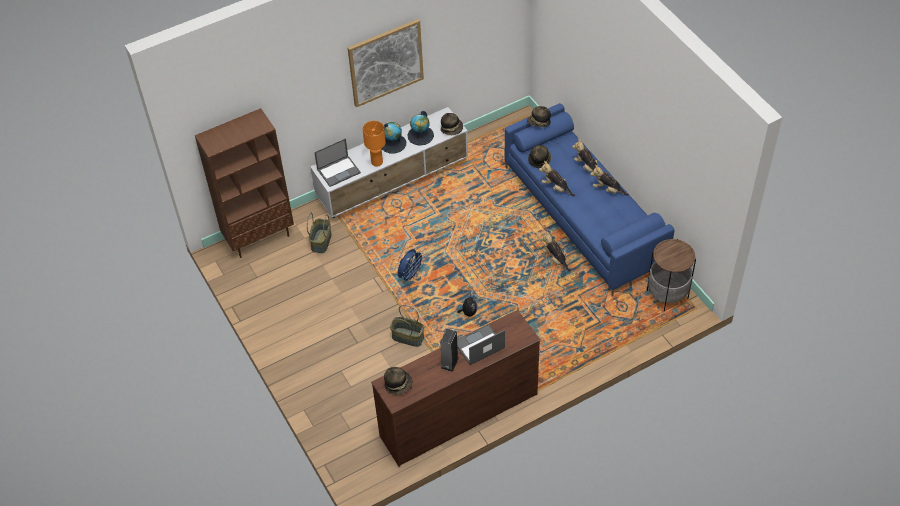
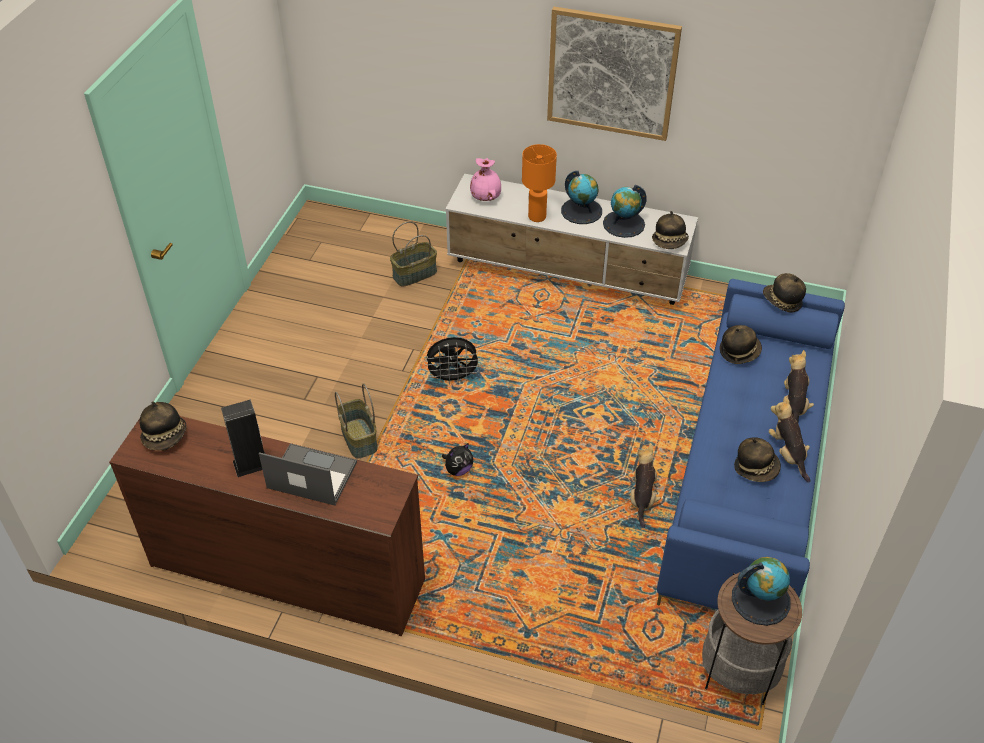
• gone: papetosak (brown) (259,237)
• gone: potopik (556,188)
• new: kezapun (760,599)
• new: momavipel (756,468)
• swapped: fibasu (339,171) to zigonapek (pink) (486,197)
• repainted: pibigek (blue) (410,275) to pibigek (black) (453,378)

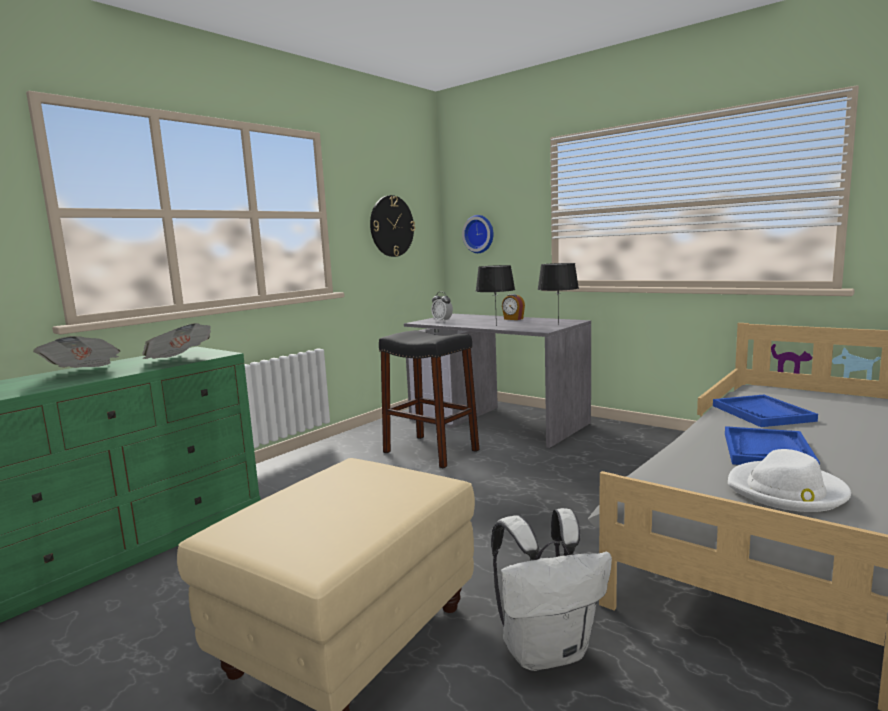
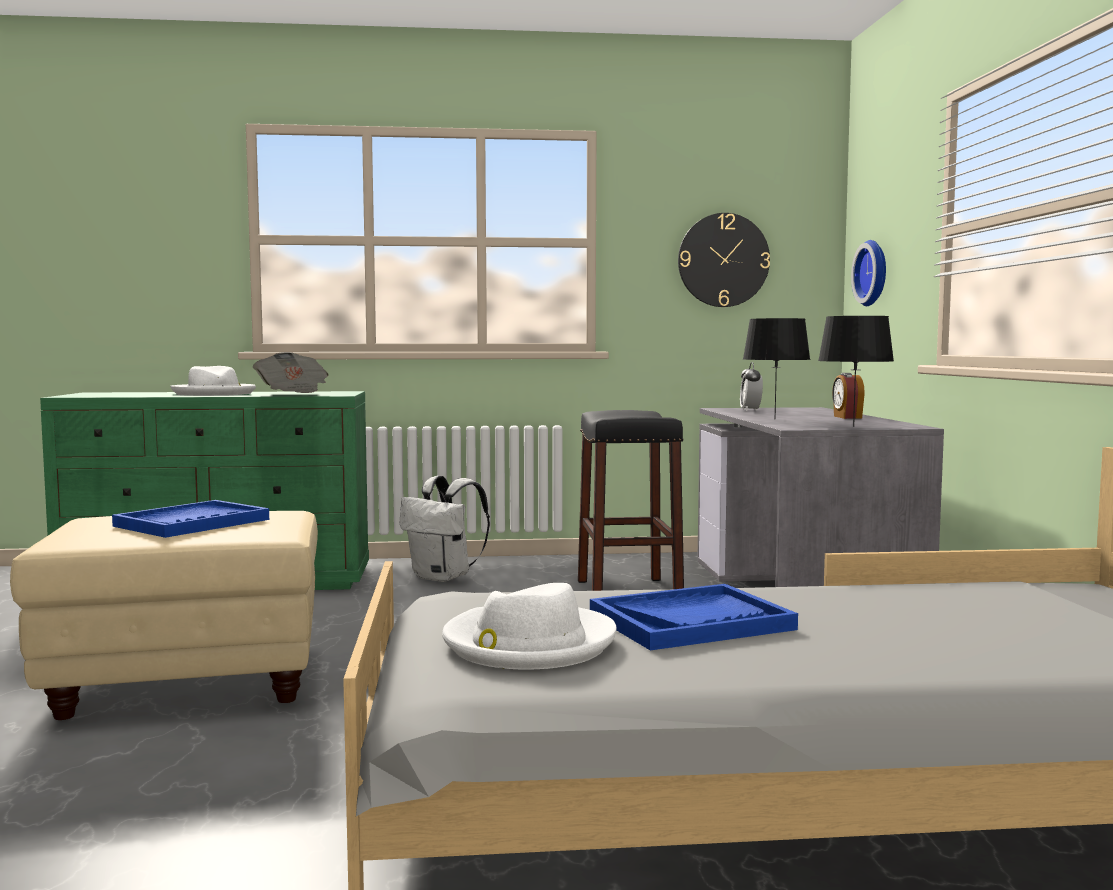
• shifted: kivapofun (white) (547,650) to (444,577)
• shifted: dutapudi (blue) (762,413) to (192,523)
• swapped: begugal (84,373) to momavipel (white) (214,393)

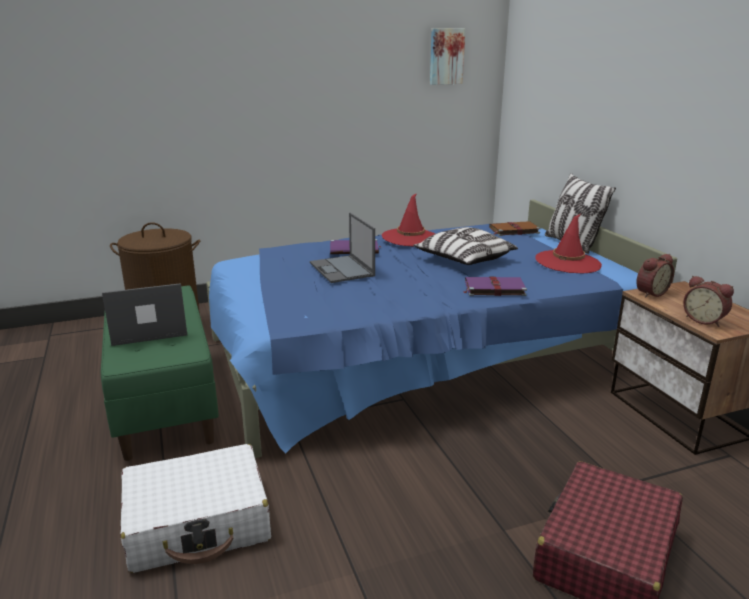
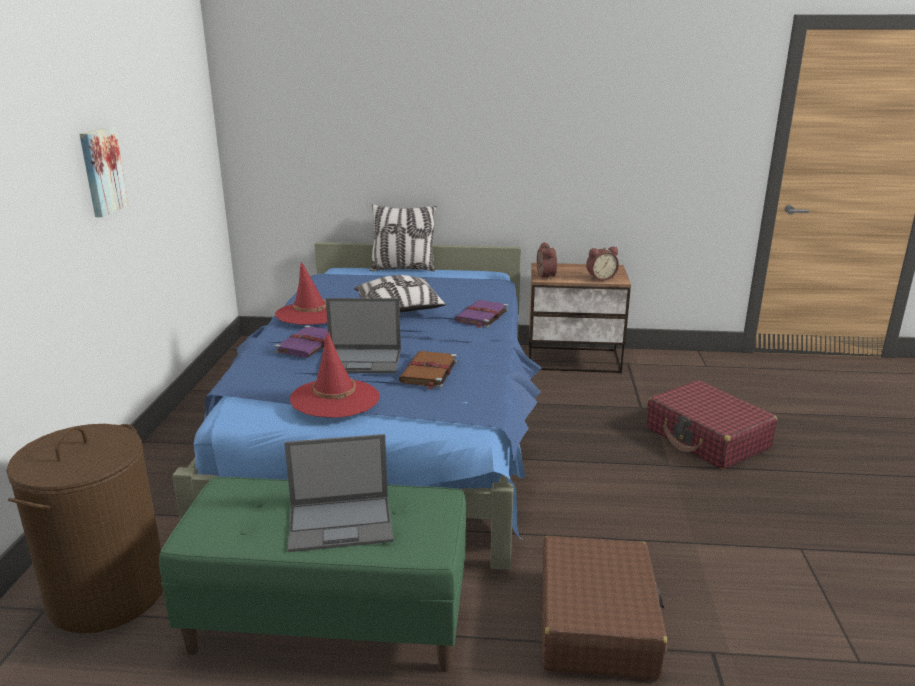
• shifted: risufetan (446,56) to (101,171)
• shifted: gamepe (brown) (513,230) to (428,372)
• shifted: momavipel (red) (568,262) to (335,398)
• repainted: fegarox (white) (198,523) to fegarox (brown) (597,622)
• rotated: fibasu (148,330) = (342,523) 105 degrees counterclockwise

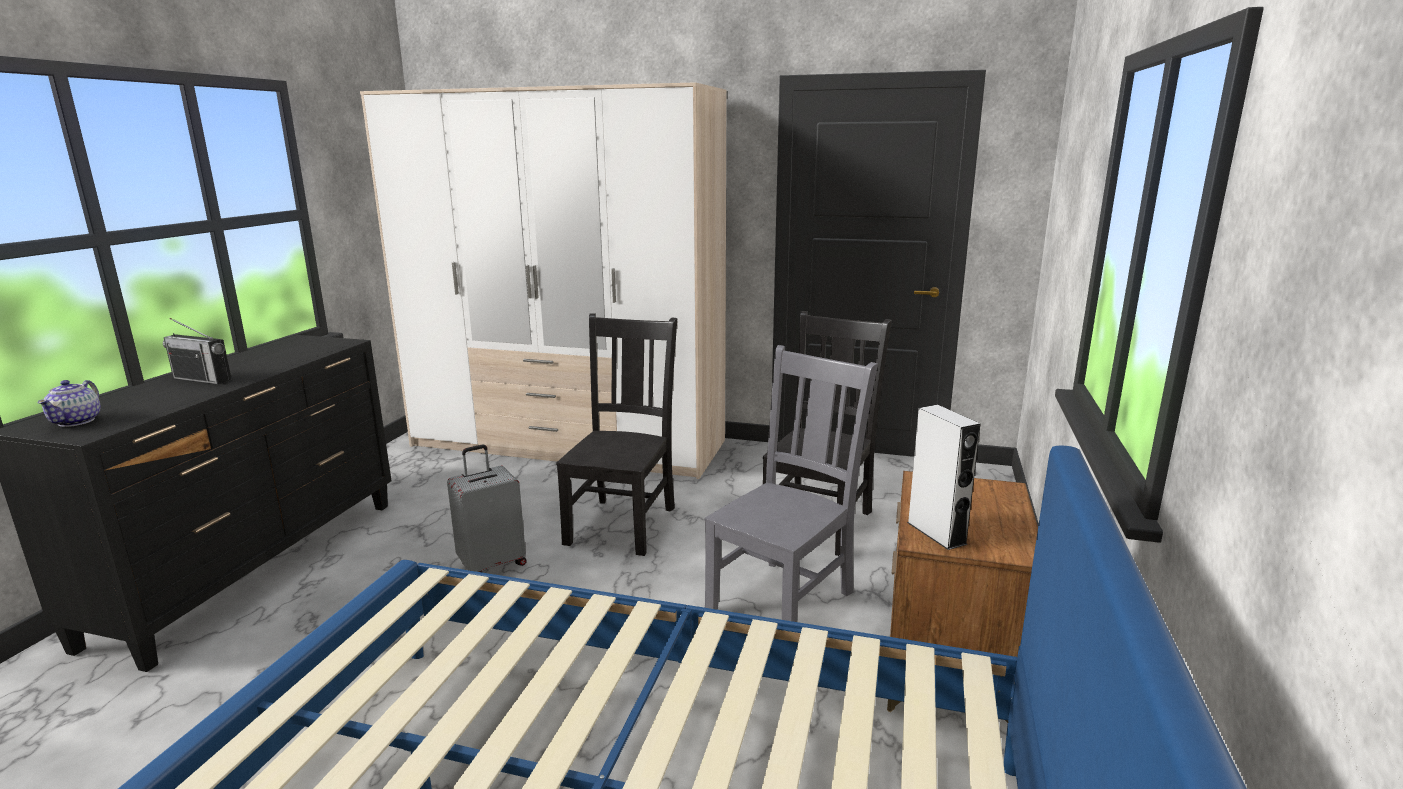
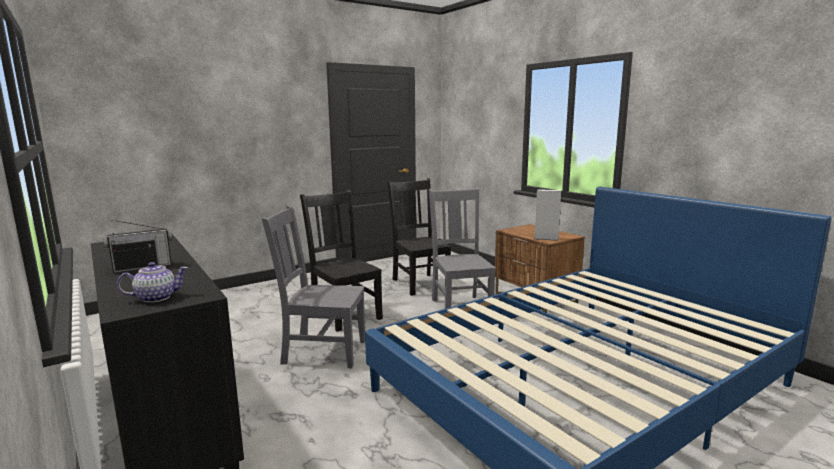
• gone: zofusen (568,444)
• swapped: fegarox (grey) (492,564) to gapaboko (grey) (321,351)
• rotated: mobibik (77,421) = (156,297) 60 degrees counterclockwise

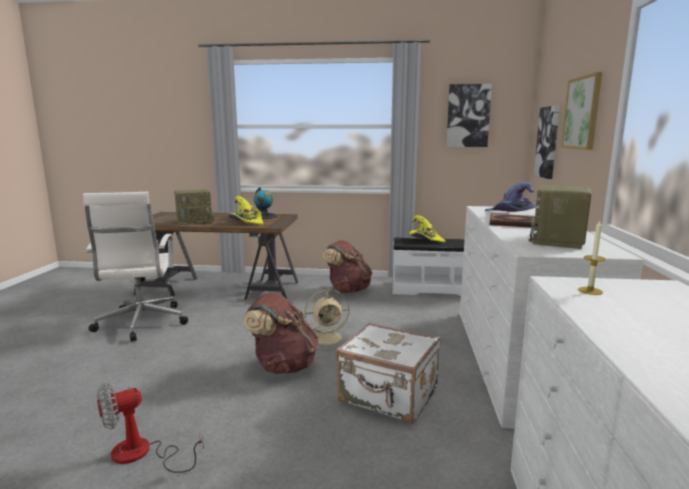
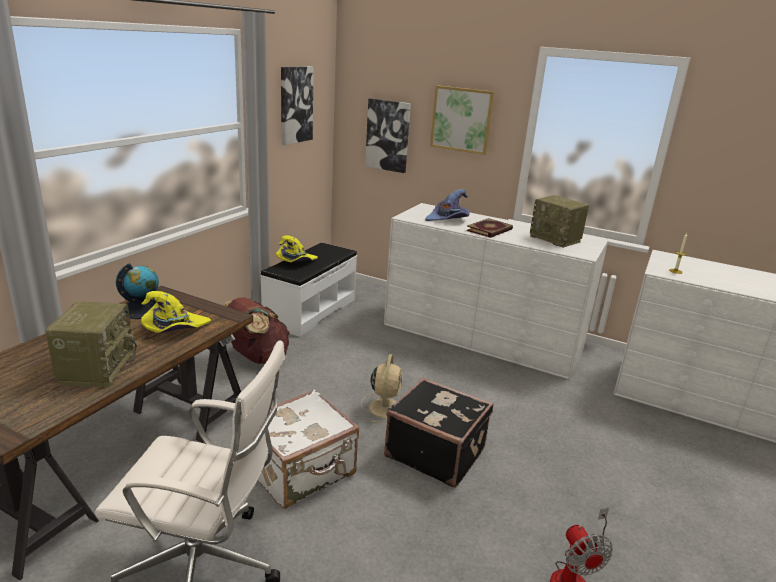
• shifted: fegarox (white) (388,396) to (301,472)
• swapped: kivapofun (brown) (283,366) to fegarox (black) (435,452)

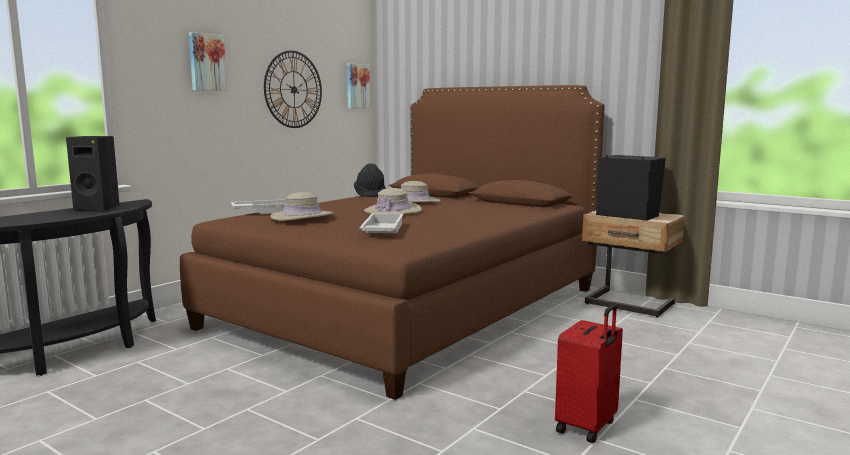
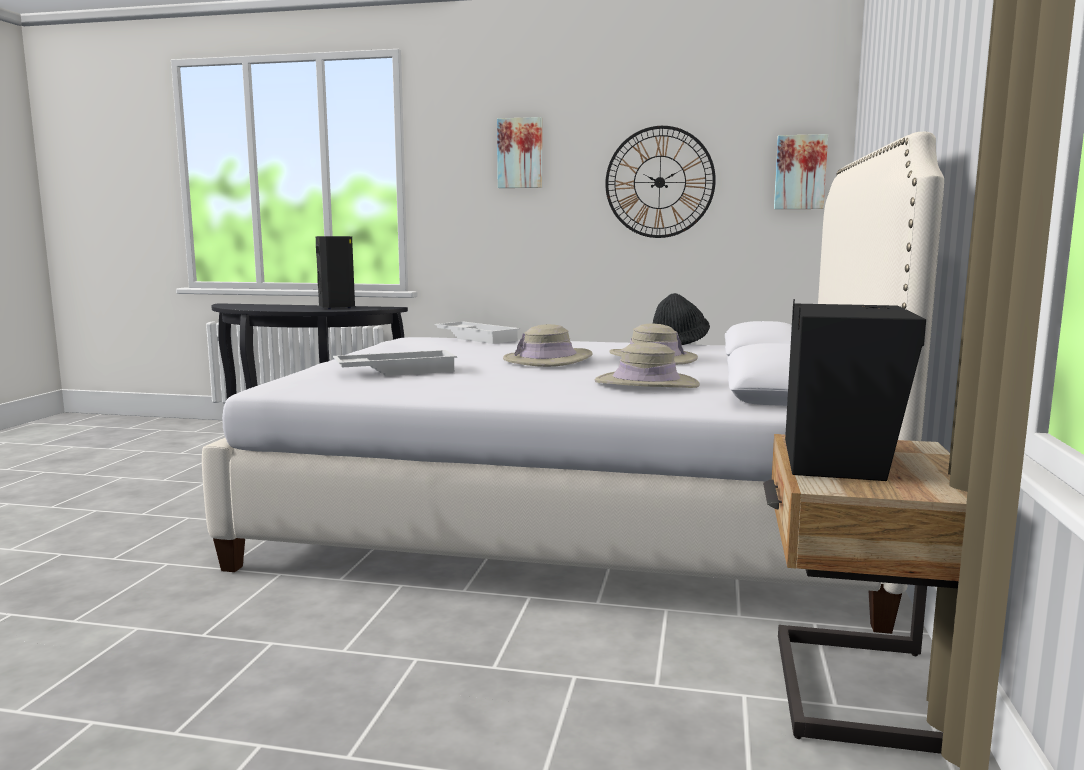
• gone: fegarox (red) (587,427)
• shifted: momavipel (beige) (302,216) to (646,384)
• repainted: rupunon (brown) (409,307) to rupunon (white) (573,517)

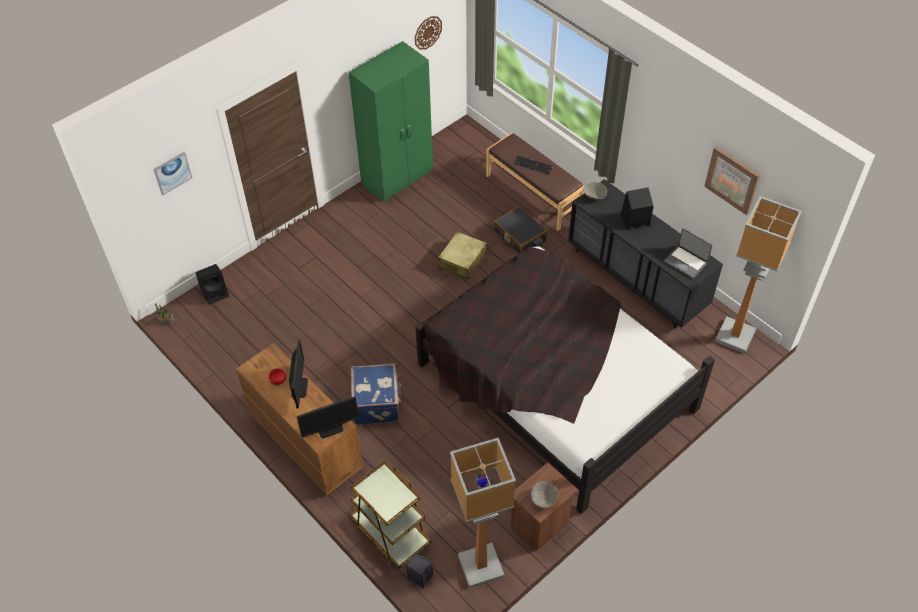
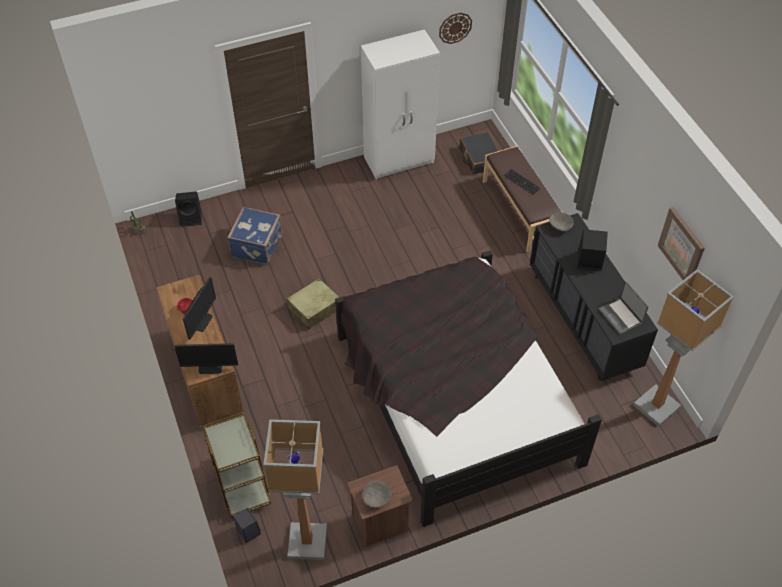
• gone: risufetan (172,173)
• shifted: fegarox (blue) (377,403) to (258,246)
• shifted: fegarox (beige) (462,261) to (314,309)
• shifted: fegarox (black) (519,236) to (479,158)
• repainted: zofusen (green) (398,177) to zofusen (white) (400,160)

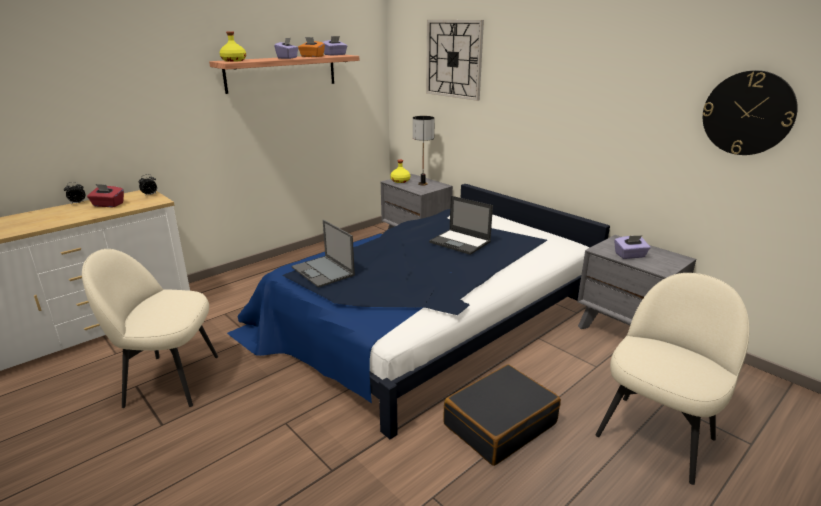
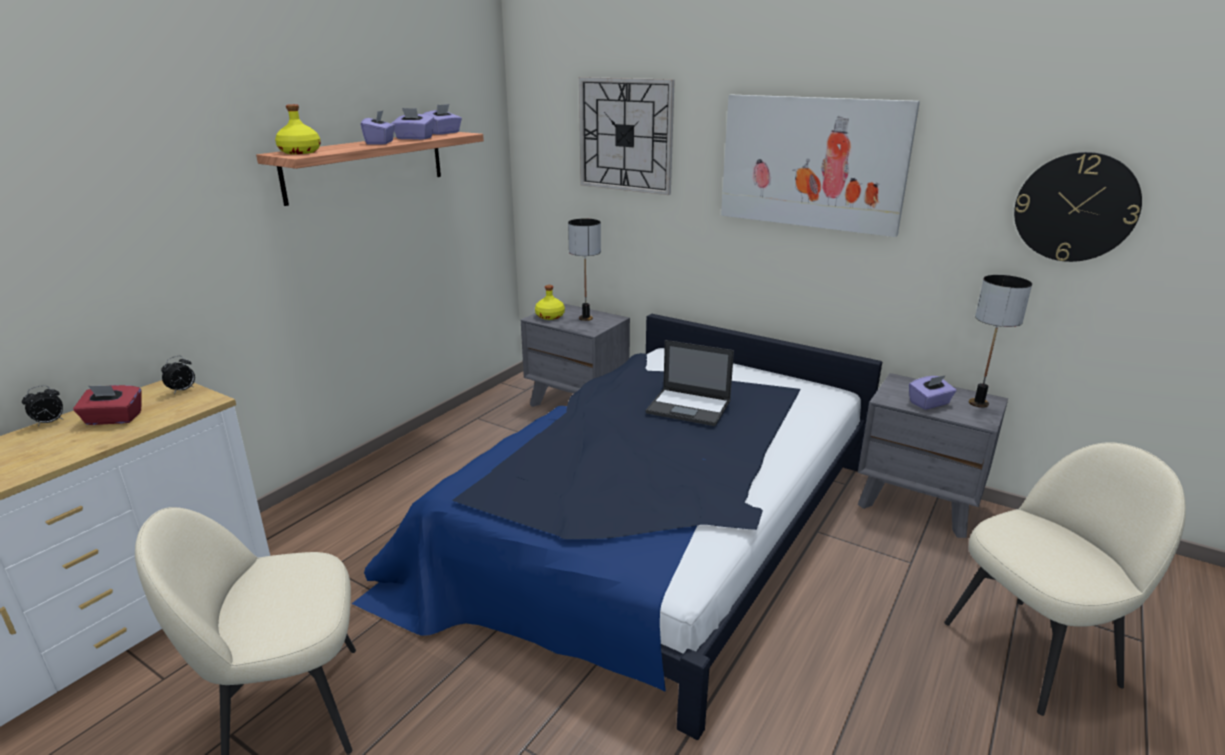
• gone: fibasu (323,271)
• gone: fegarox (black) (499,423)
• new: risufetan (812,163)
• new: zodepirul (978,403)
• repainted: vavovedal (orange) (312,56) to vavovedal (purple) (414,138)
• rotated: gapaboko (beige) (656,435) = (1033,652) 45 degrees clockwise

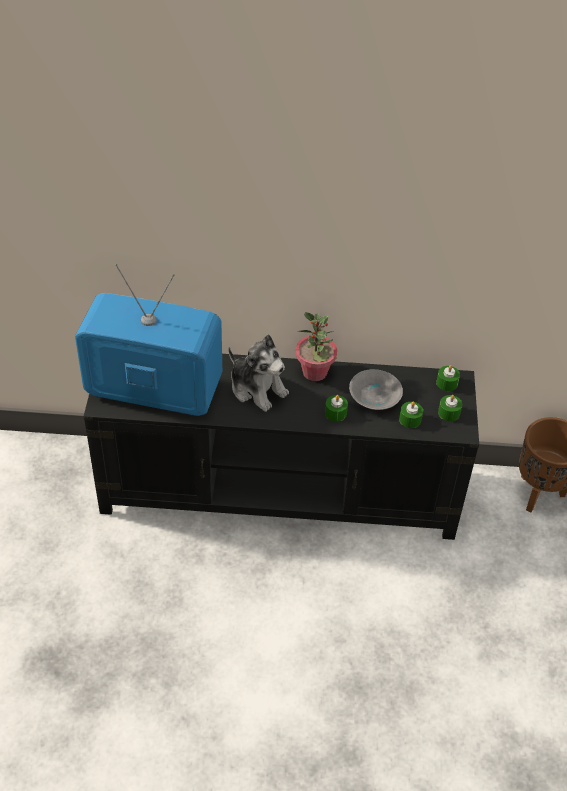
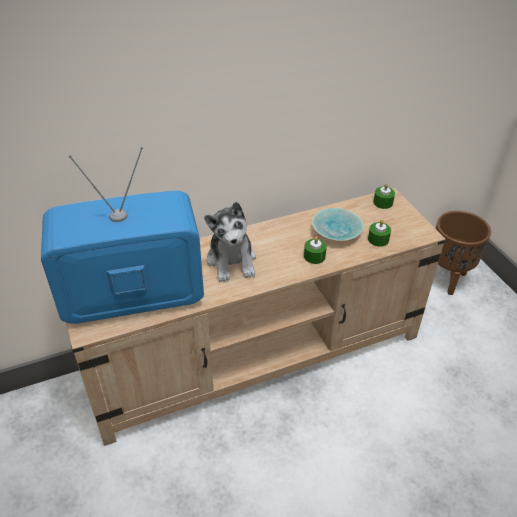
• gone: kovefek (315,372)
• gone: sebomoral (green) (449,413)
• repainted: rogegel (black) (281,491) to rogegel (beige) (258,355)
• repainted: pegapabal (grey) (376,396) to pegapabal (turquoise) (336,231)
• rotated: potopik (257,389) = (232,261) 60 degrees clockwise

